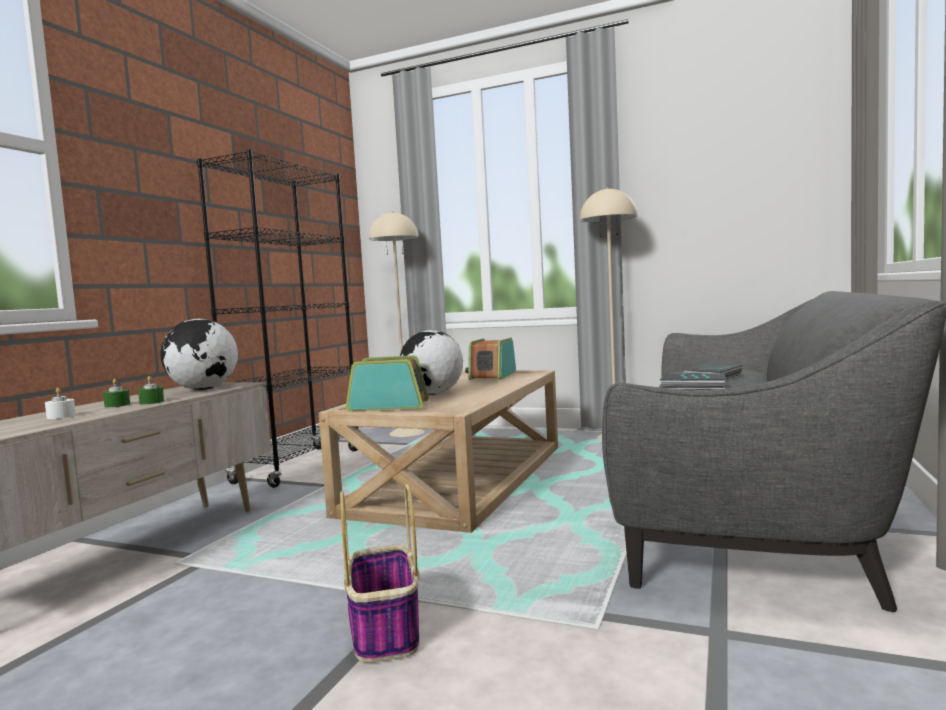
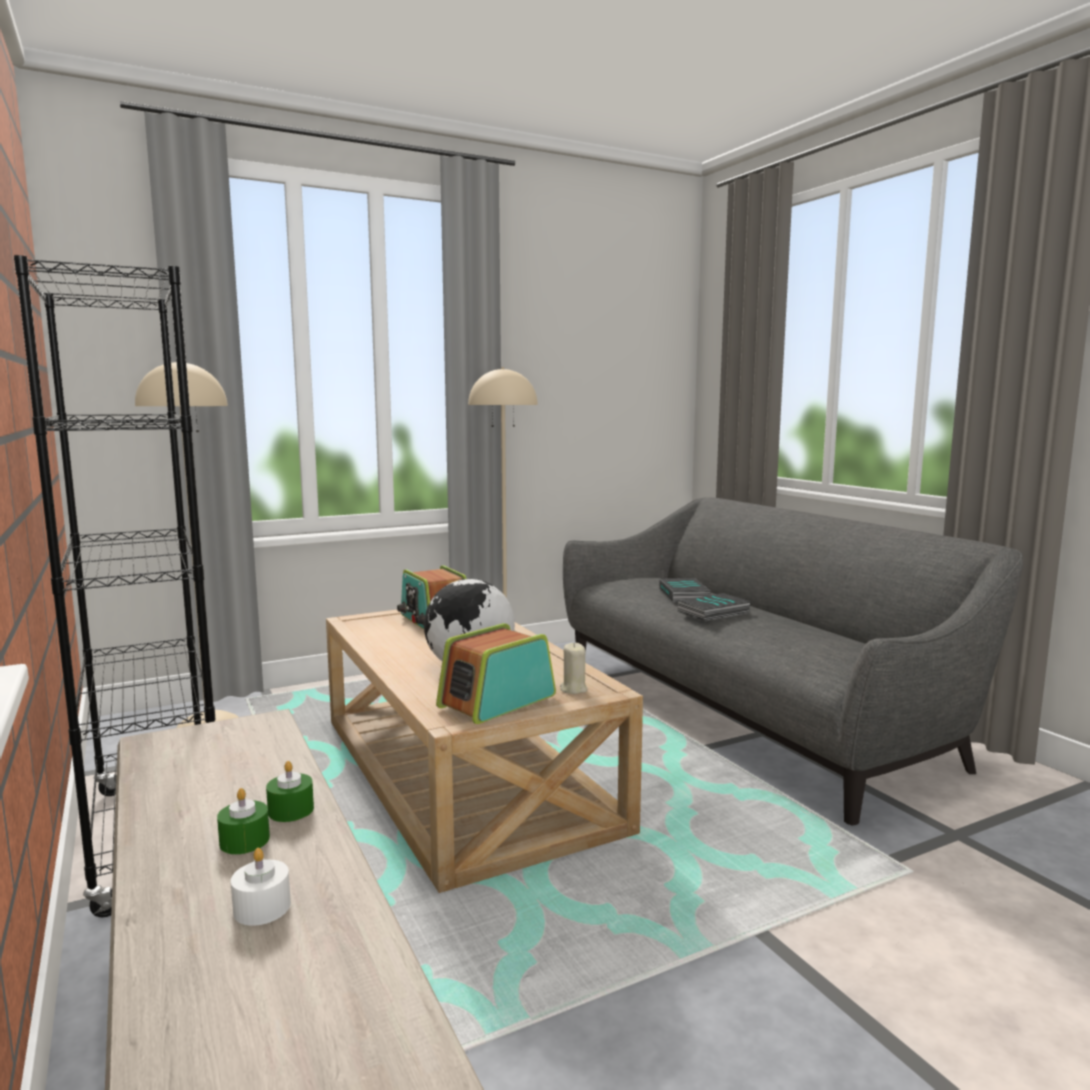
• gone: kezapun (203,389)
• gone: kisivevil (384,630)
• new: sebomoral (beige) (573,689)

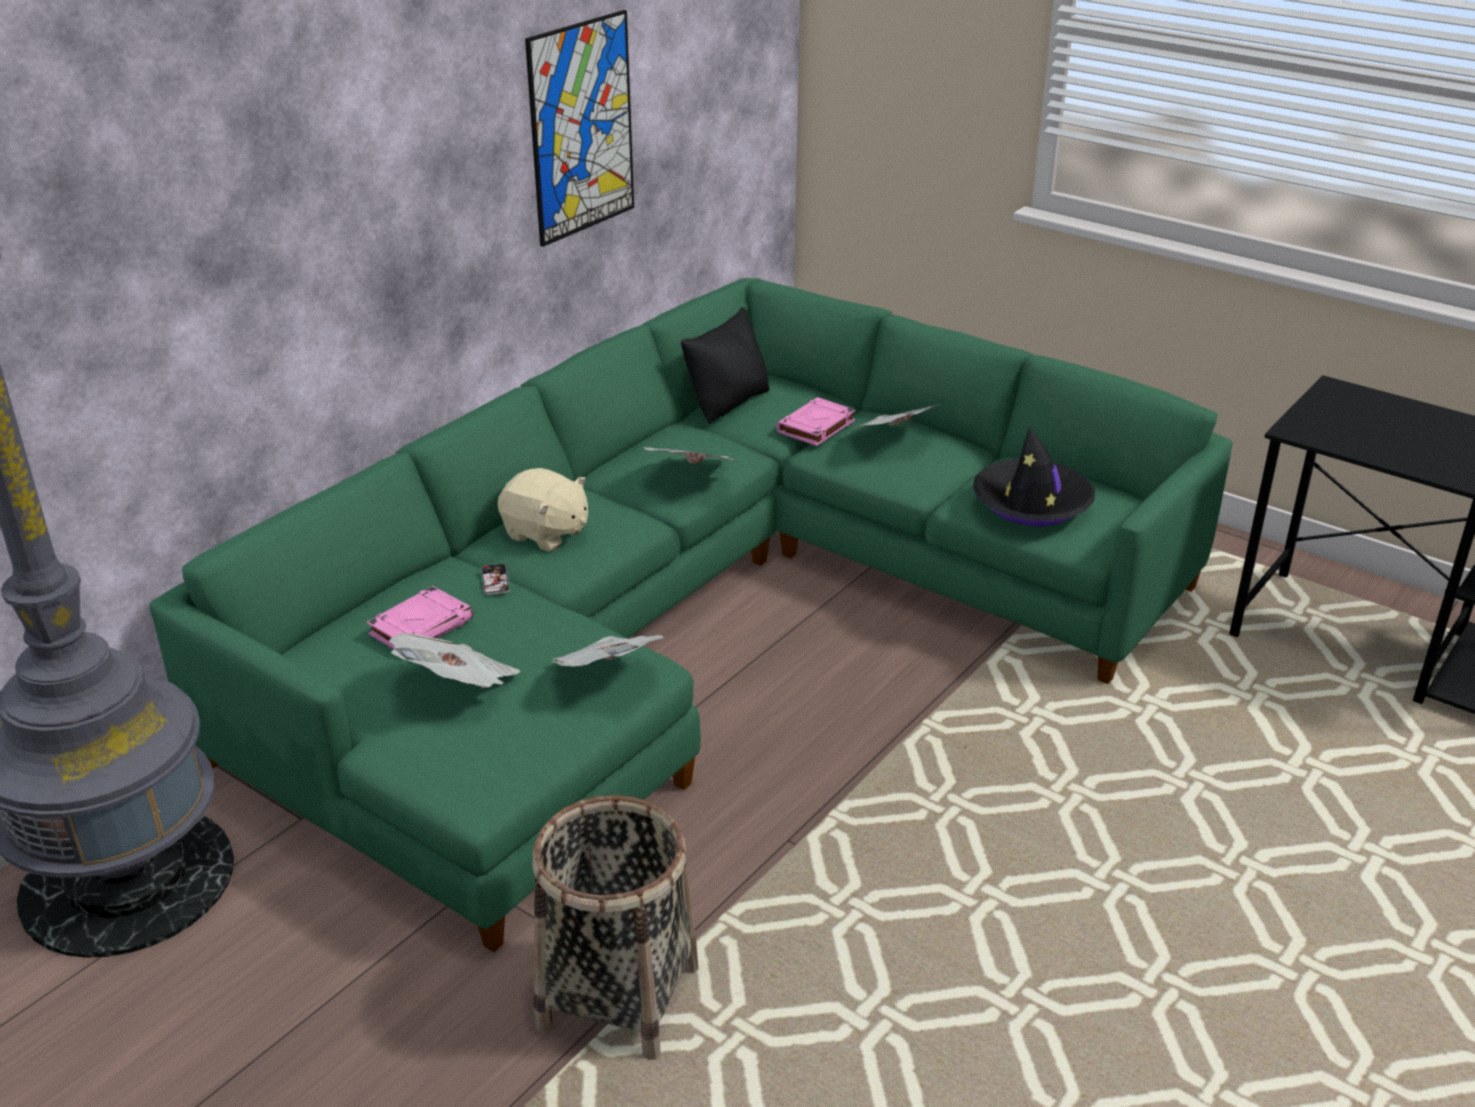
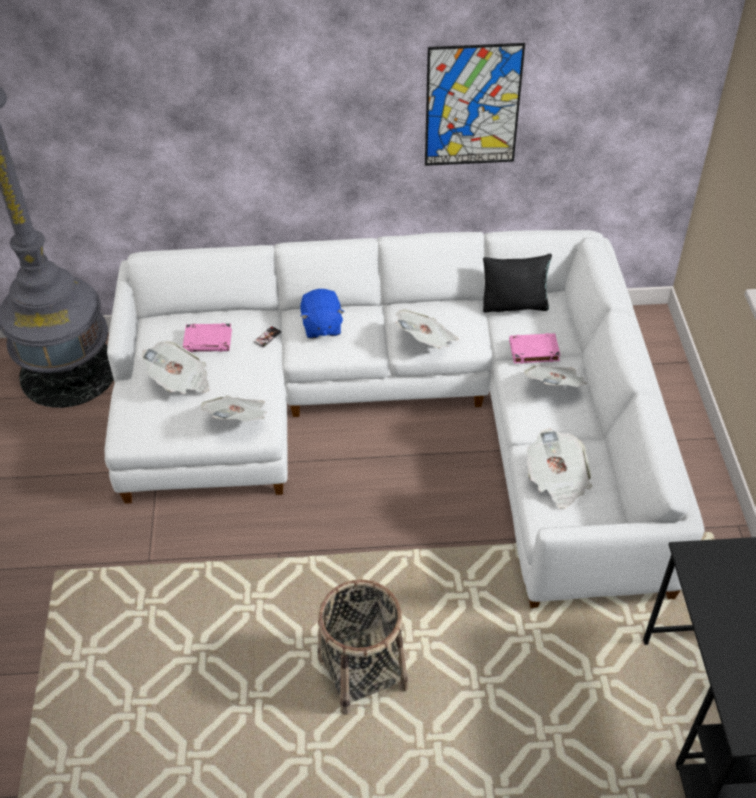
• shifted: kisivevil (618,996) to (362,673)
• swapped: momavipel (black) (1032,504) to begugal (557,480)
• repainted: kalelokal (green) (699,620) to kalelokal (white) (404,415)
• repainted: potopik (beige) (546,534) to potopik (blue) (321,326)

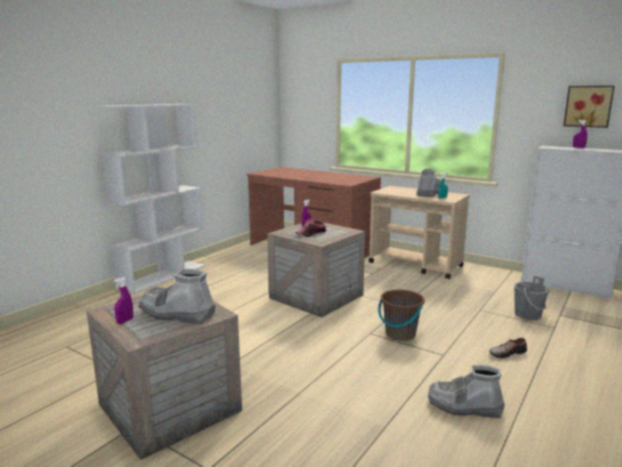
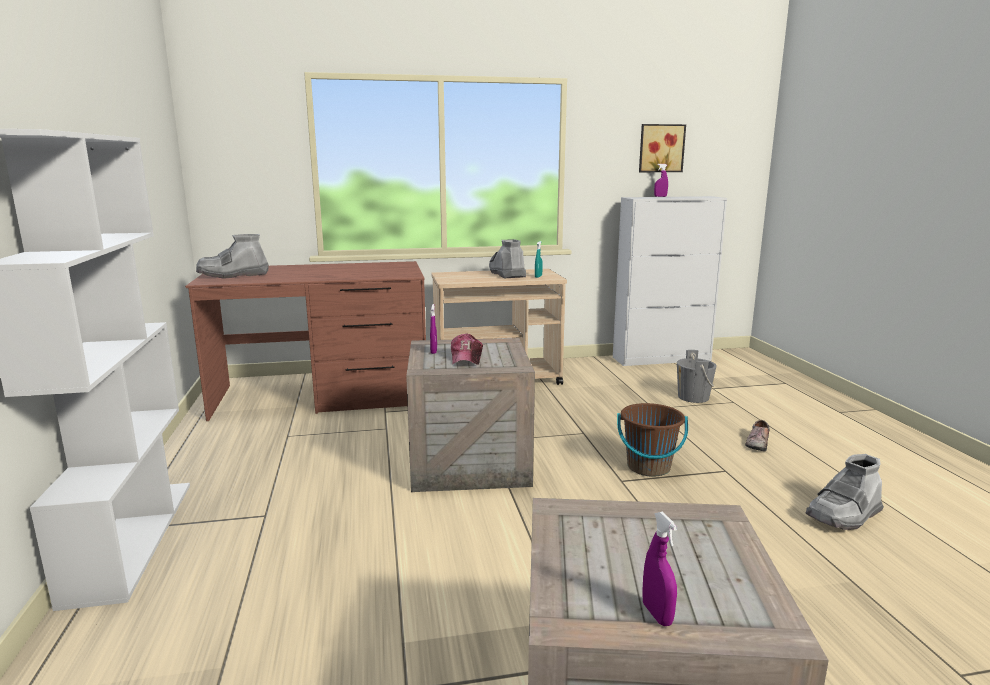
• shifted: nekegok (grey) (177,314) to (233,275)

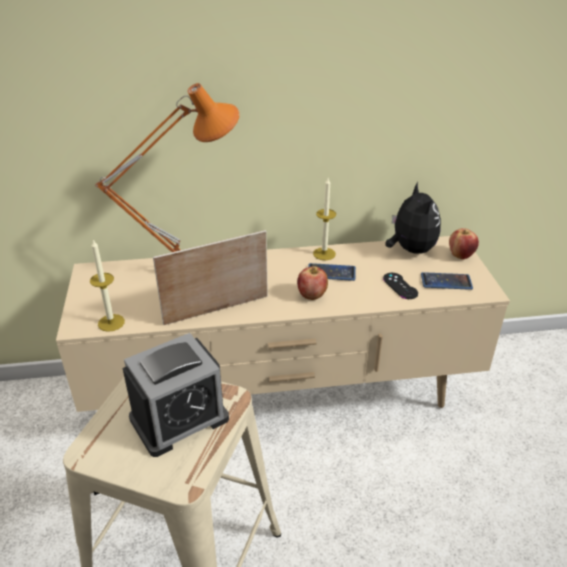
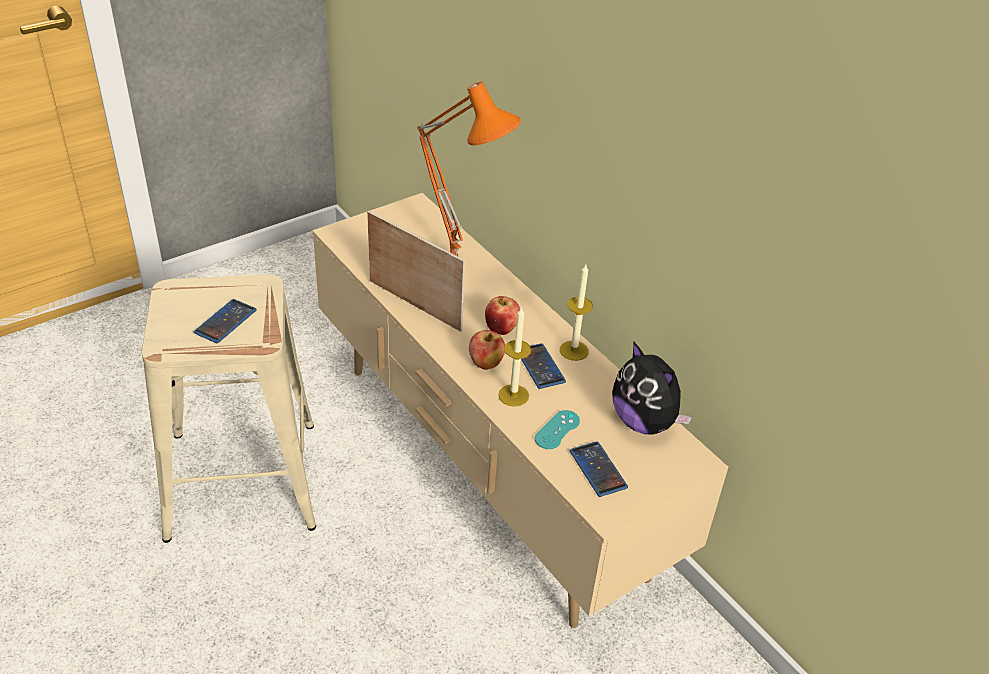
• shifted: sebomoral (111,322) to (513,395)
• shifted: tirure (460,255) to (501,329)
• swapped: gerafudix (179,419) to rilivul (225,322)
• repainted: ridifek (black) (400,286) to ridifek (turquoise) (557,430)
• rotated: potopik (410,250) = (644,422) 90 degrees clockwise

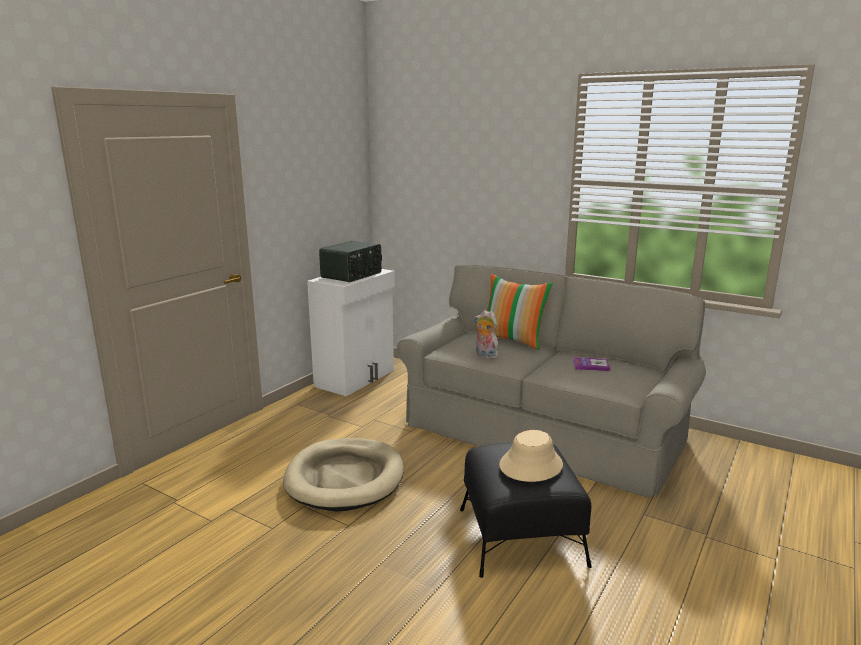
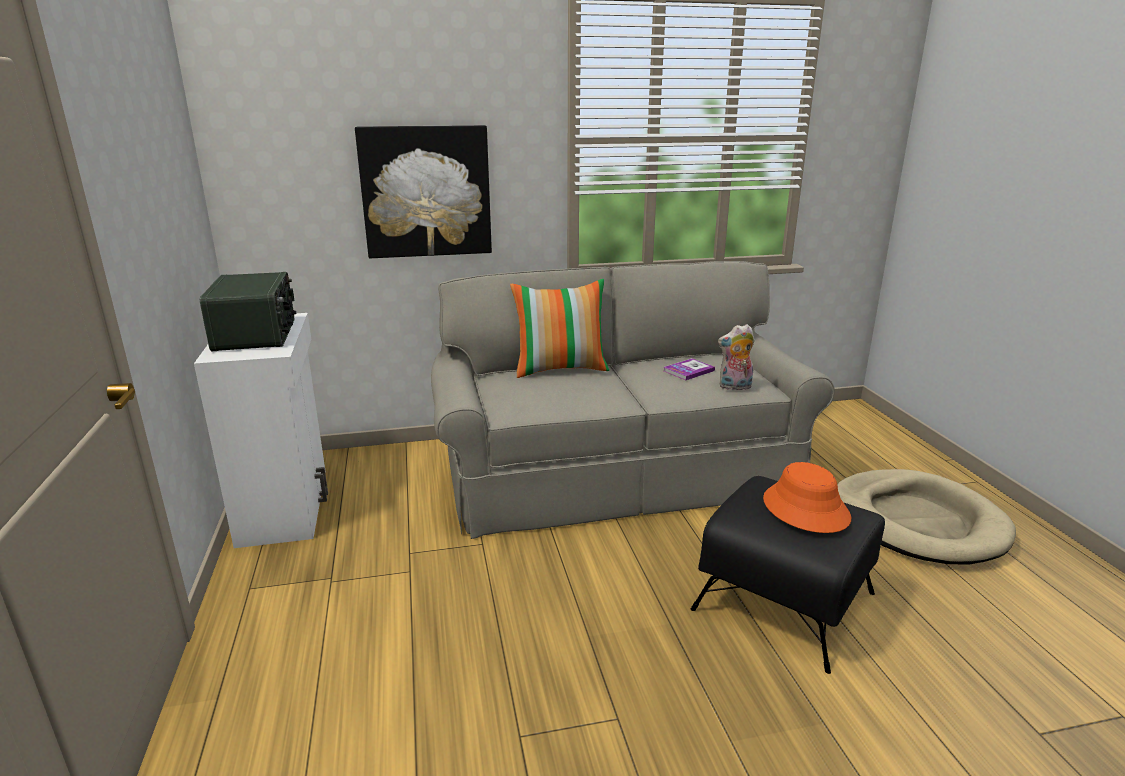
• new: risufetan (426,192)
• shifted: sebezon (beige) (345,478) to (917,521)
• shifted: potopik (485,356) to (734,387)
• repainted: momavipel (beige) (530,465) to momavipel (orange) (805,509)

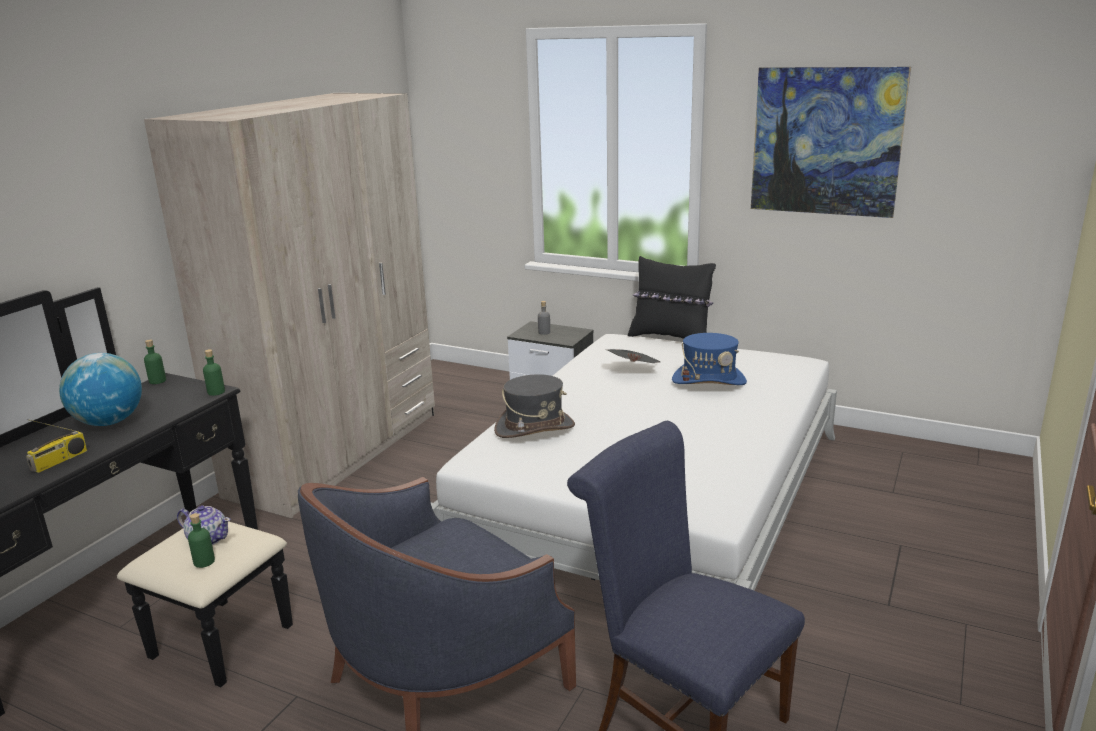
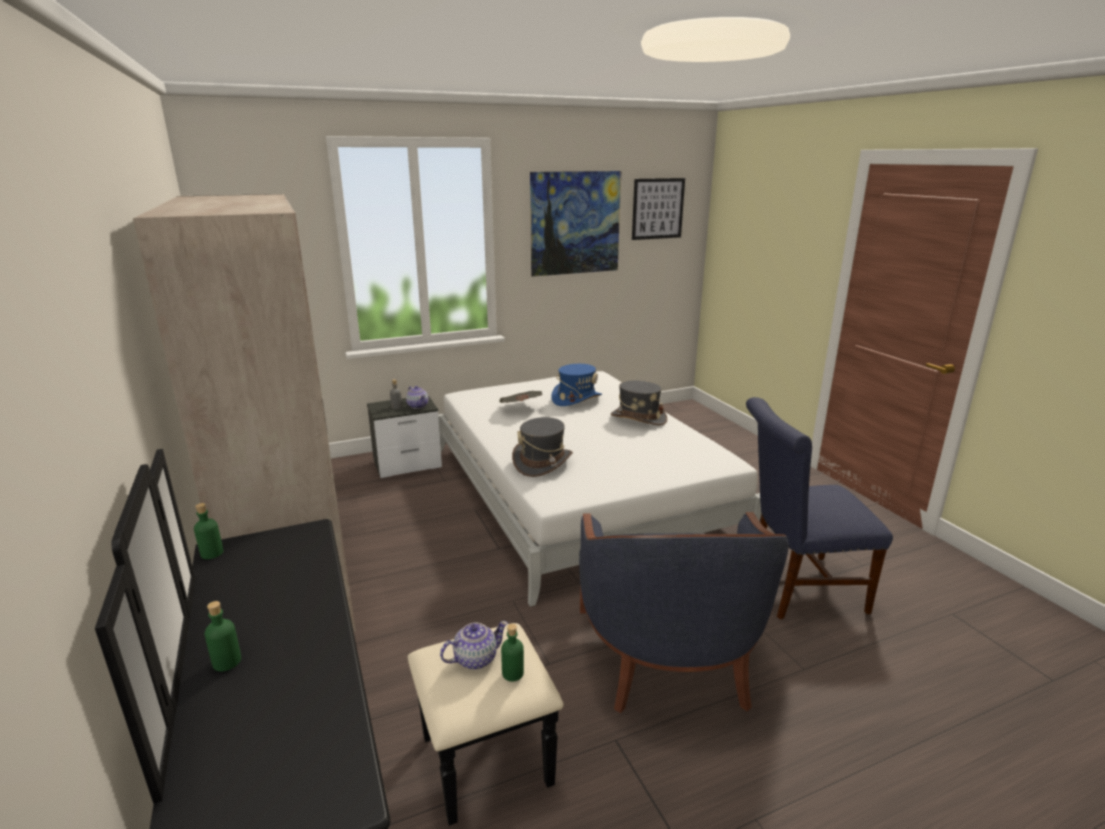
• gone: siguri (59,461)
• gone: kezapun (109,422)
• gone: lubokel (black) (670,337)
• new: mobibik (418,406)
• new: momavipel (grey) (638,418)
• new: risufetan (658,209)
• shifted: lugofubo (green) (216,392) to (227,661)

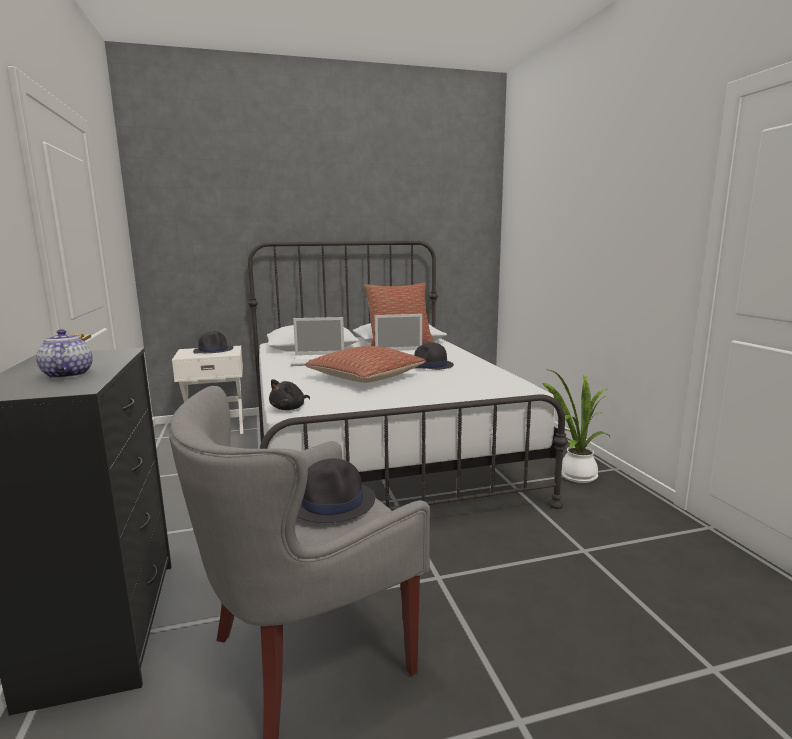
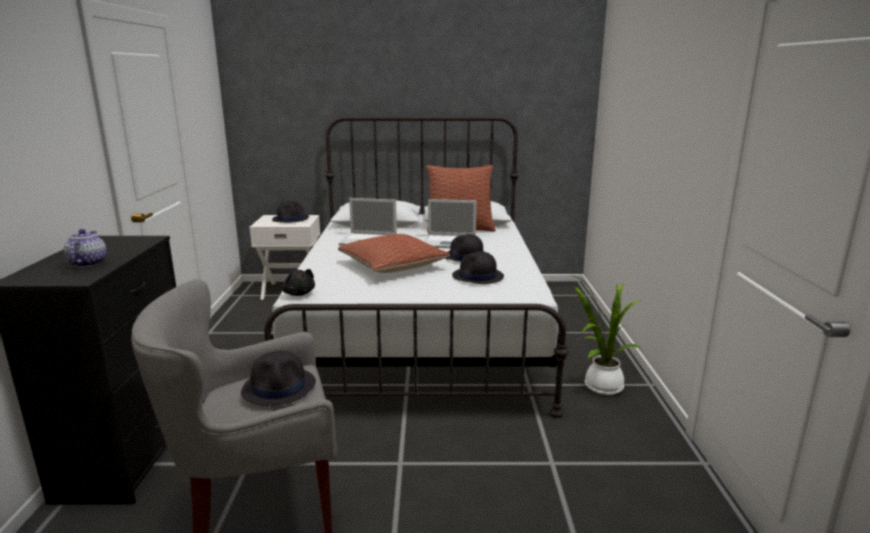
• new: momavipel (black) (478,277)
• rotated: potopik (black) (289,408) = (299,293) 90 degrees counterclockwise

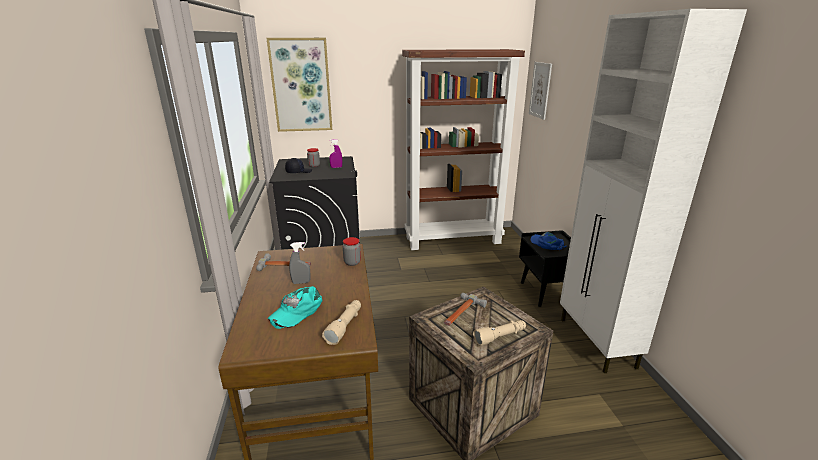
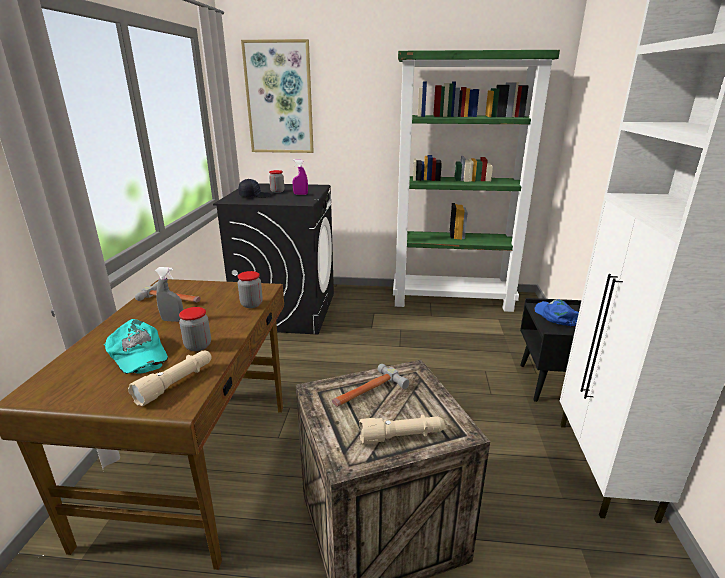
• gone: risufetan (540,90)
• new: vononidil (198,346)
• repainted: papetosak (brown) (453,240) to papetosak (green) (453,300)
• rotated: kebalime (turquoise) (296,311) = (137,354) 90 degrees counterclockwise

